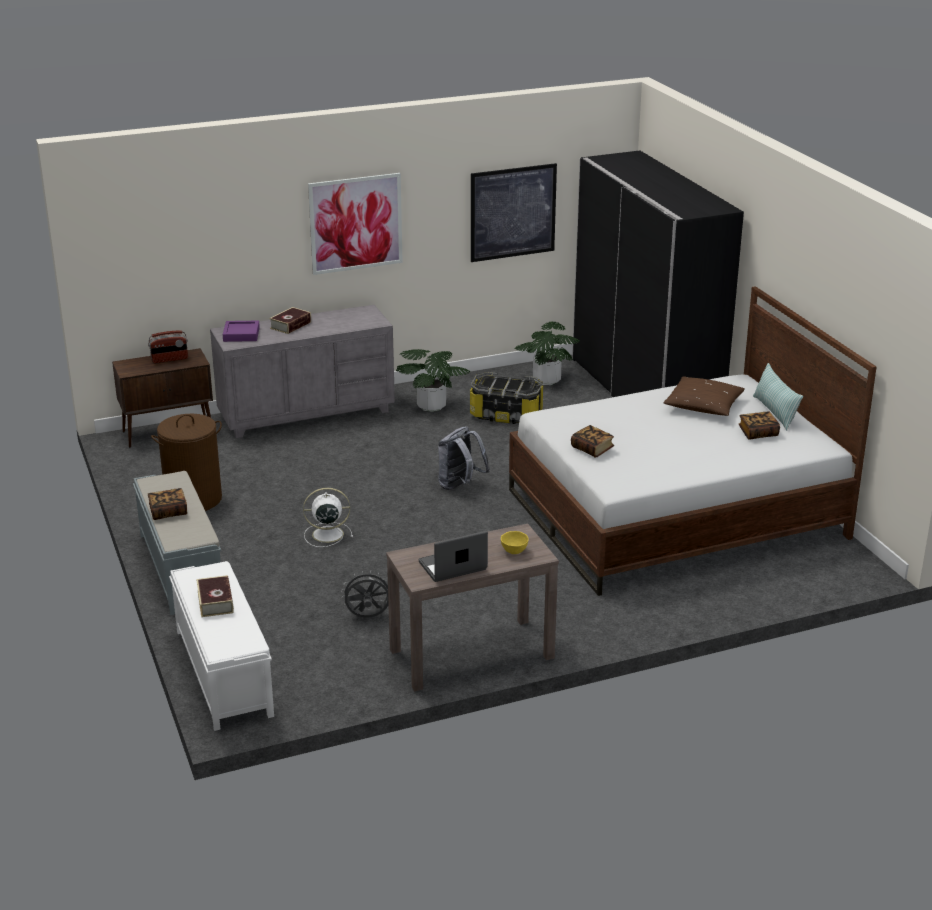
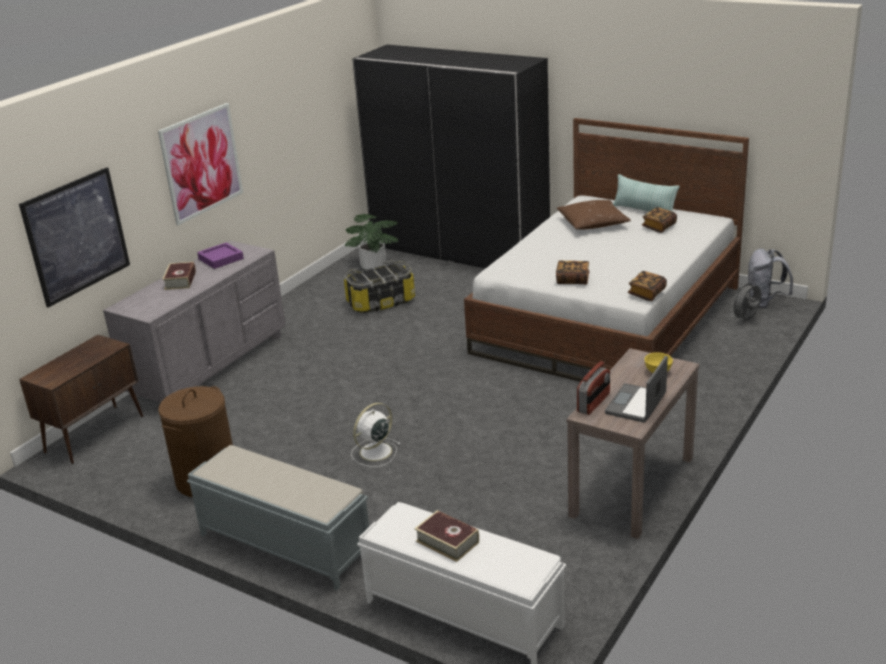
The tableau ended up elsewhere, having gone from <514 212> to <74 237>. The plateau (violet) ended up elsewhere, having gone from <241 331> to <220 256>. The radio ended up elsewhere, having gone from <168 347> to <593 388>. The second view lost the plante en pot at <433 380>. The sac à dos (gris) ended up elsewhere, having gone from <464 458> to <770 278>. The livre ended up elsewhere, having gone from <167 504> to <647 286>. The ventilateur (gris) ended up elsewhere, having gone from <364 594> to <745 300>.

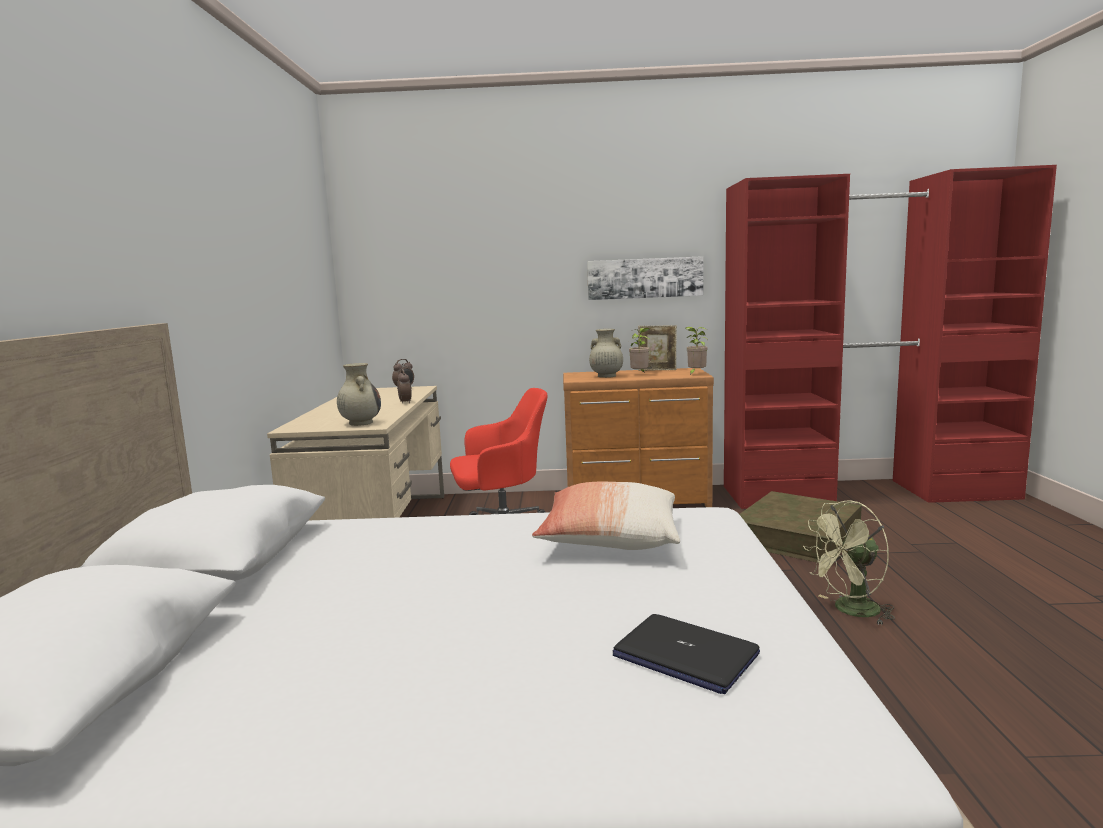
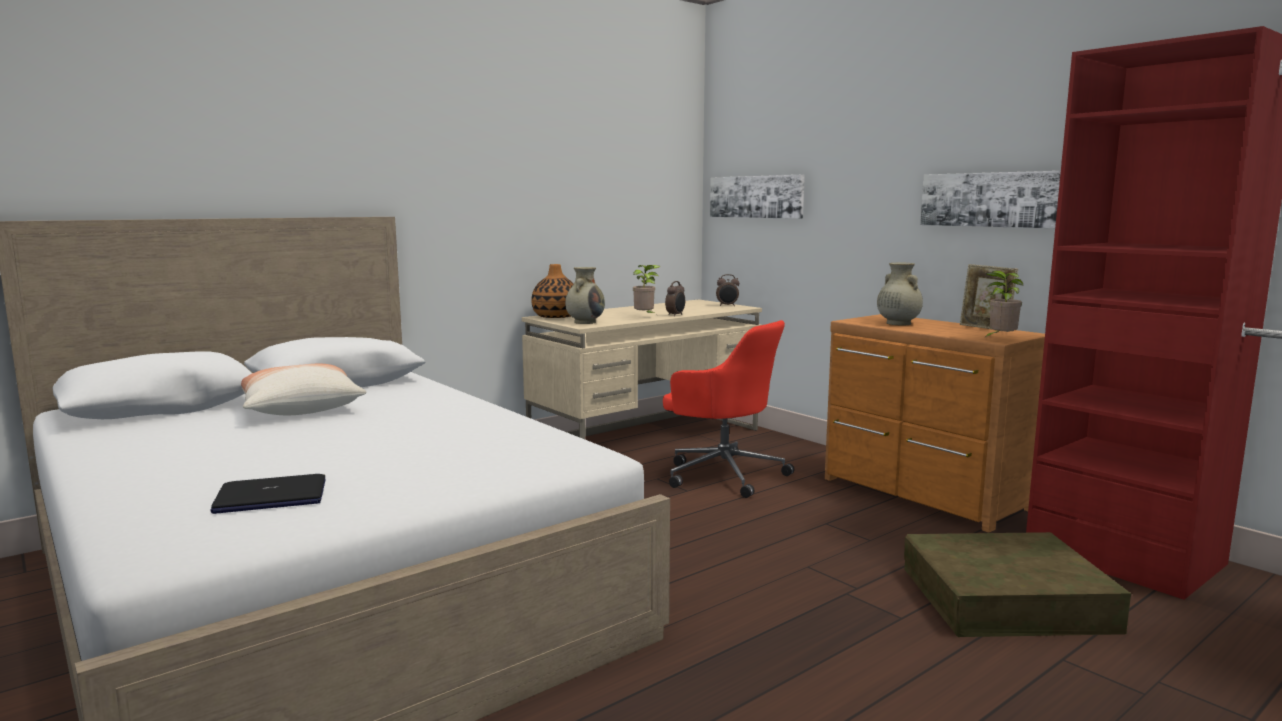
The plante en pot ended up elsewhere, having gone from <639 350> to <646 289>. The coussin ended up elsewhere, having gone from <606 516> to <303 389>. The second view lost the ventilateur (vert) at <849 562>. The ordinateur portable at <686 654> ended up facing another way, 105 degrees counterclockwise from before. The second view gained the tableau at <757 197>. The second view gained the vase at <552 291>.

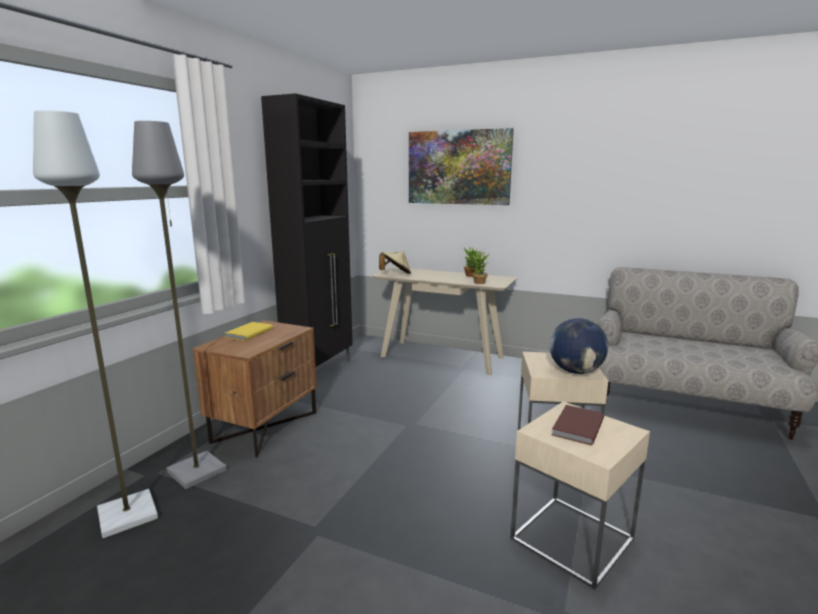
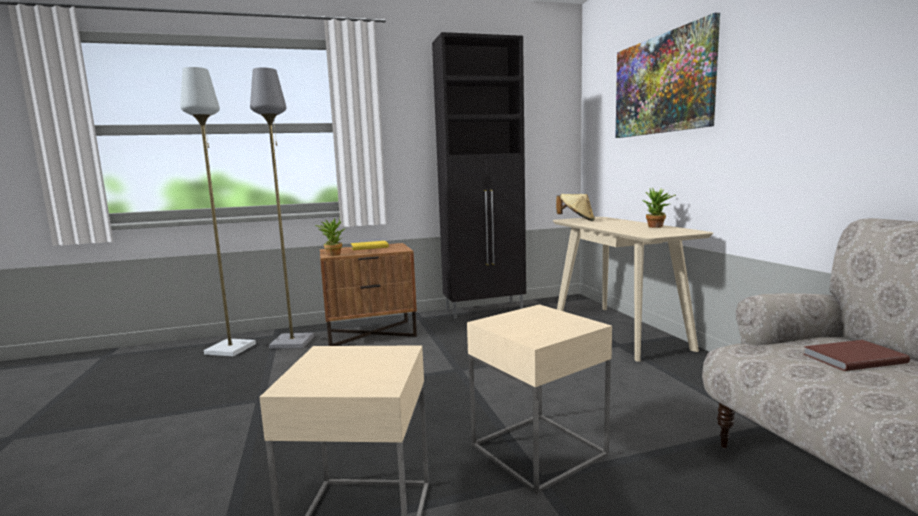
The plante en pot ended up elsewhere, having gone from <477 267> to <330 236>. The second view lost the globe at <578 346>. The livre (marron) ended up elsewhere, having gone from <578 425> to <857 355>.

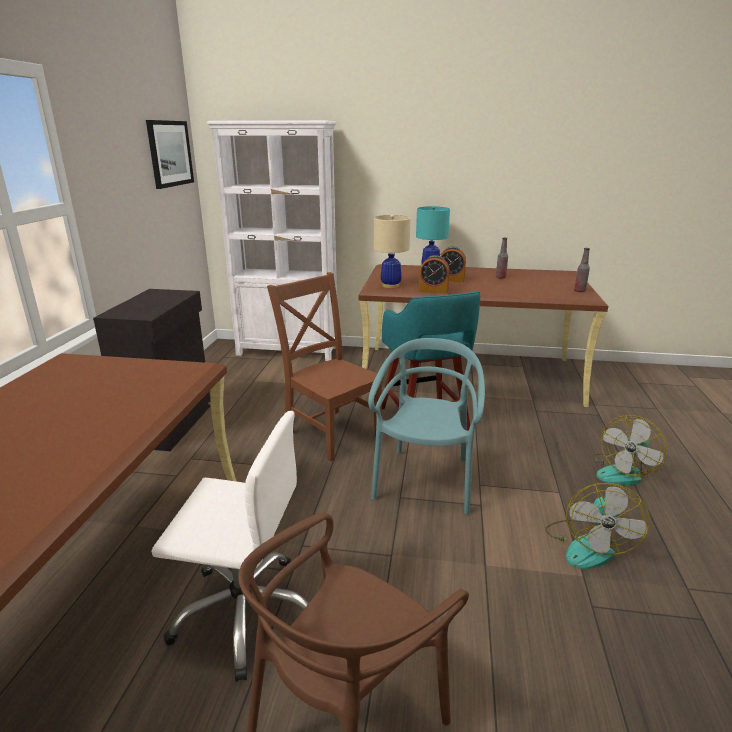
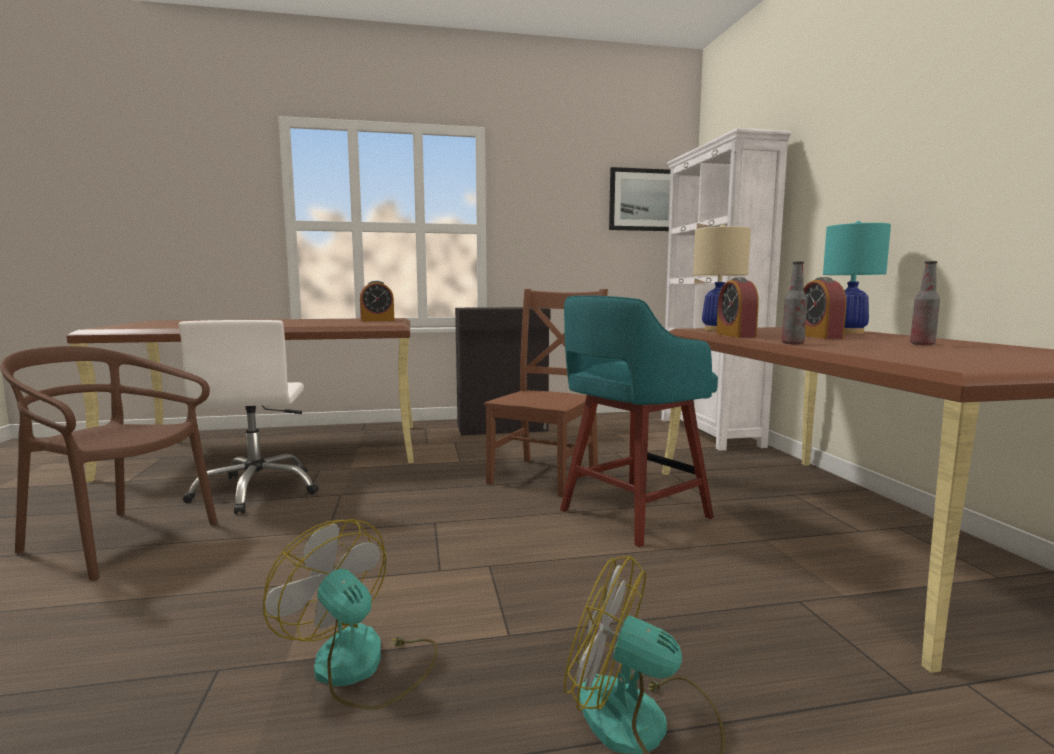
The bouteille ended up elsewhere, having gone from <582 270> to <794 302>. The second view lost the chaise (turquoise) at <426 426>. The ventilateur at <597 526> ended up facing another way, 45 degrees clockwise from before. The second view gained the réveil at <377 301>.

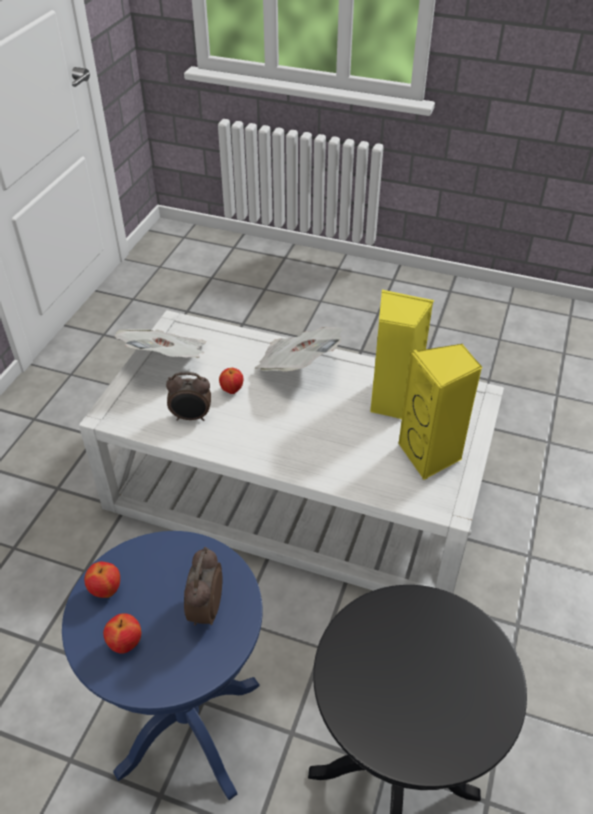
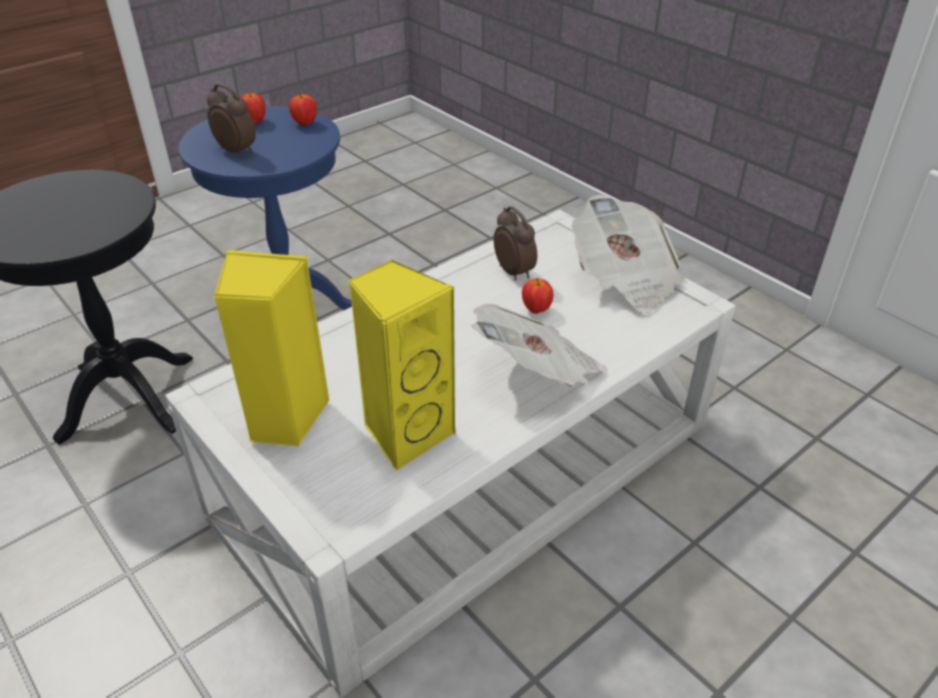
The réveil at <188 396> ended up facing another way, 120 degrees clockwise from before.

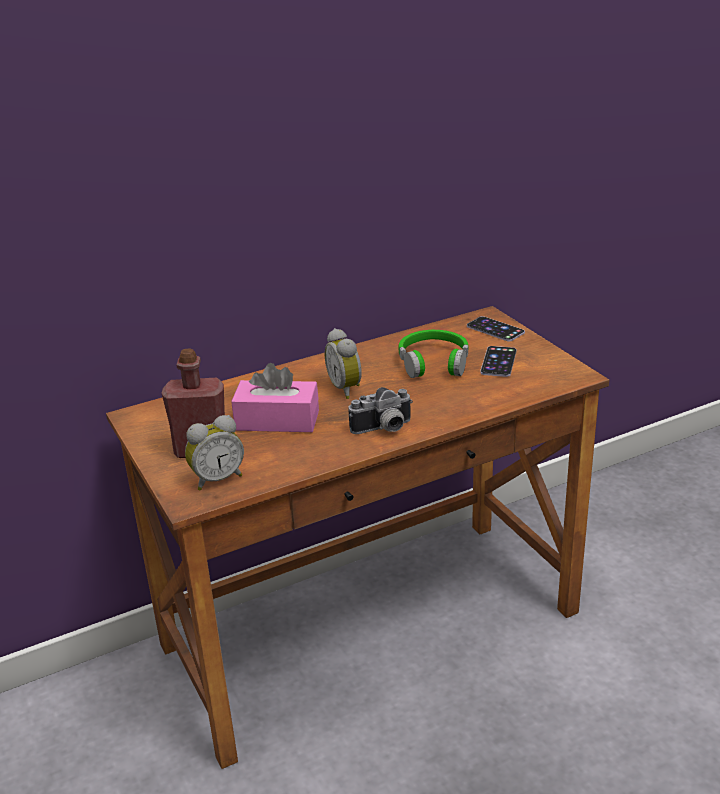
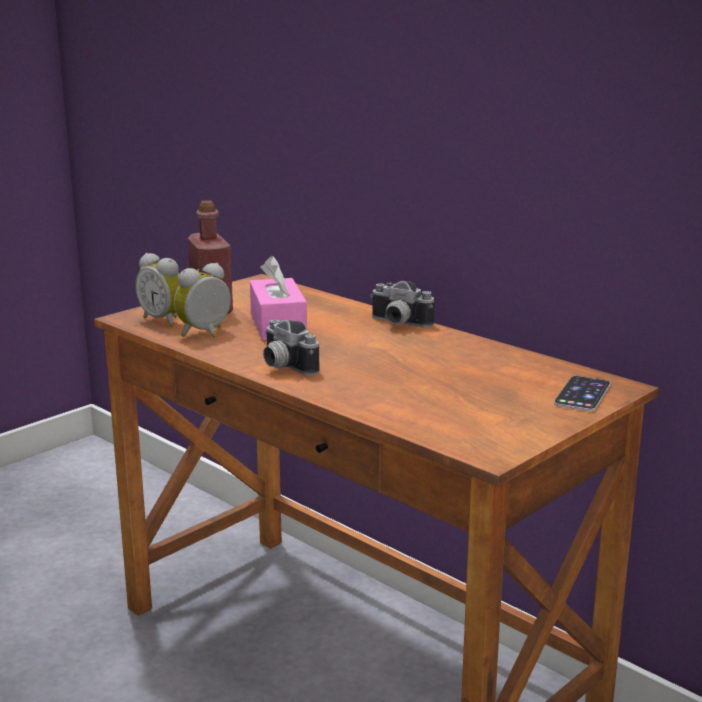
The réveil ended up elsewhere, having gone from <343 363> to <202 300>. The second view lost the casque audio (vert) at <433 354>. The second view lost the téléphone at <498 361>. The second view gained the appareil photo at <402 304>.

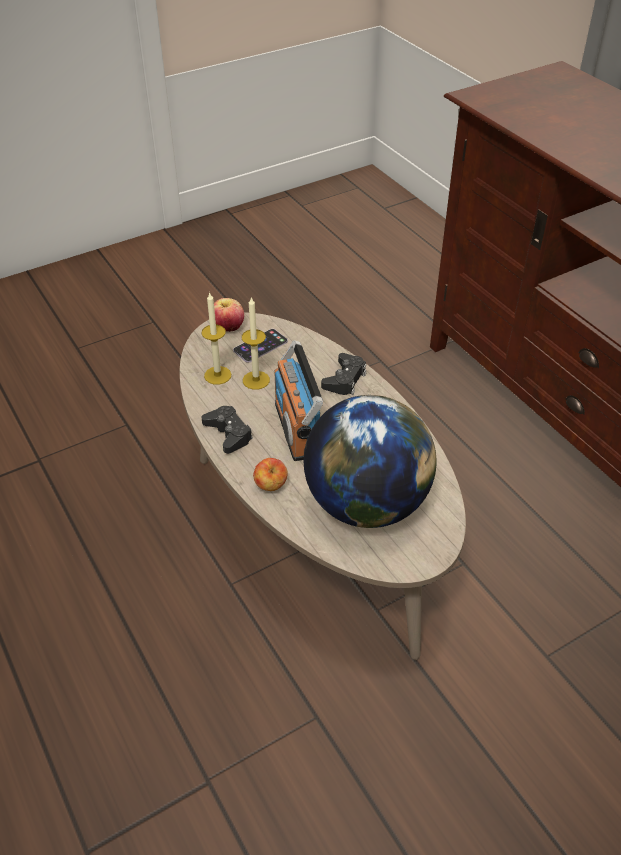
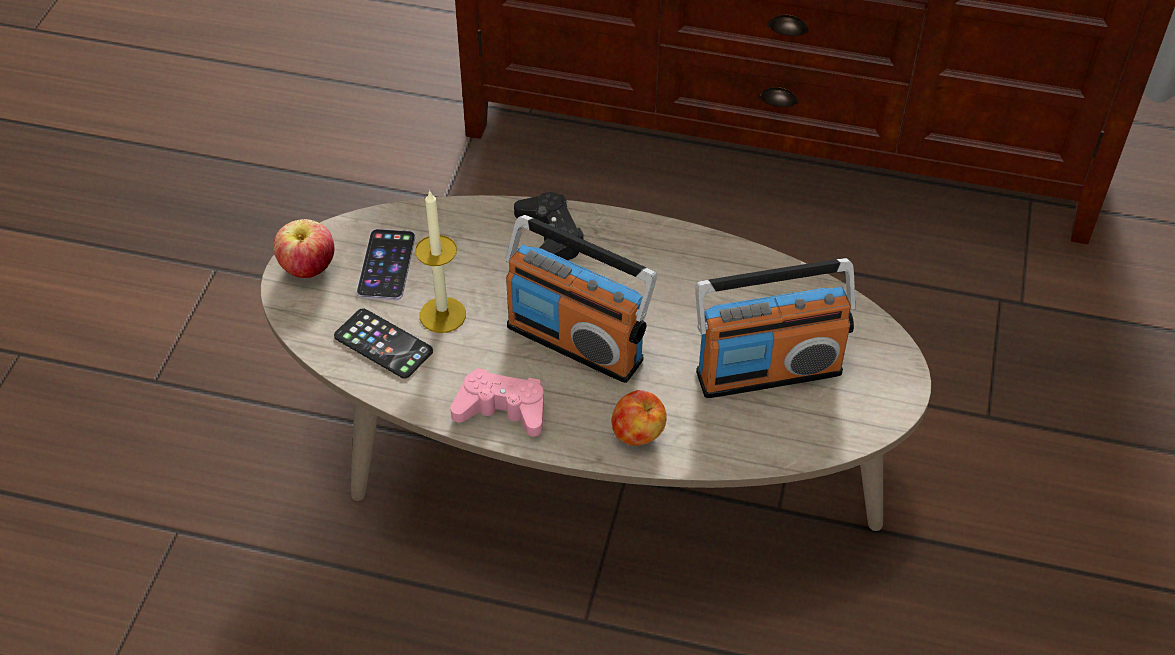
Where the bougie stood at <216 338>, the téléphone came to stand at <383 343>. Where the globe stood at <370 461>, the radio came to stand at <775 328>. What was the manette (noir) at <227 430> turned into the manette (rose) at <497 402>.

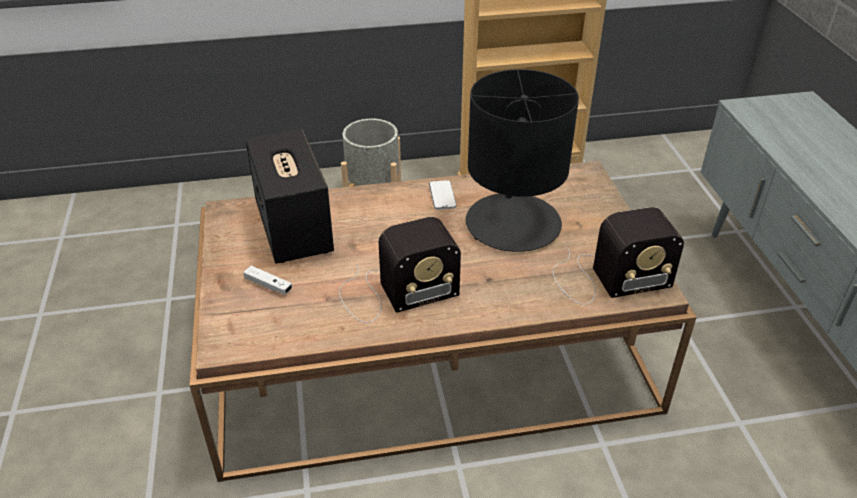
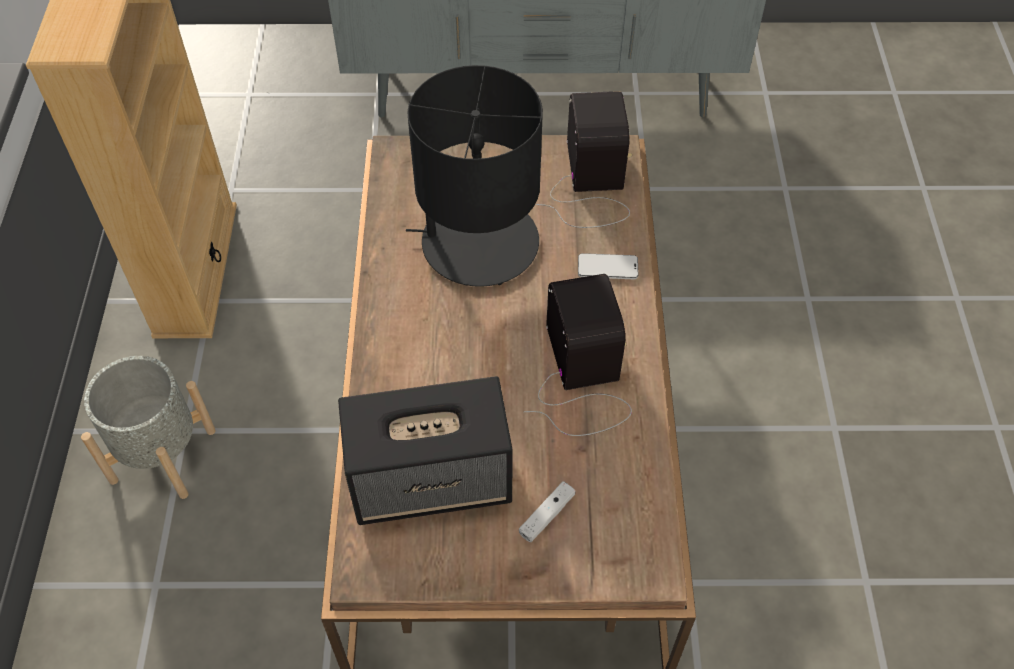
The téléphone ended up elsewhere, having gone from <442 195> to <608 266>.

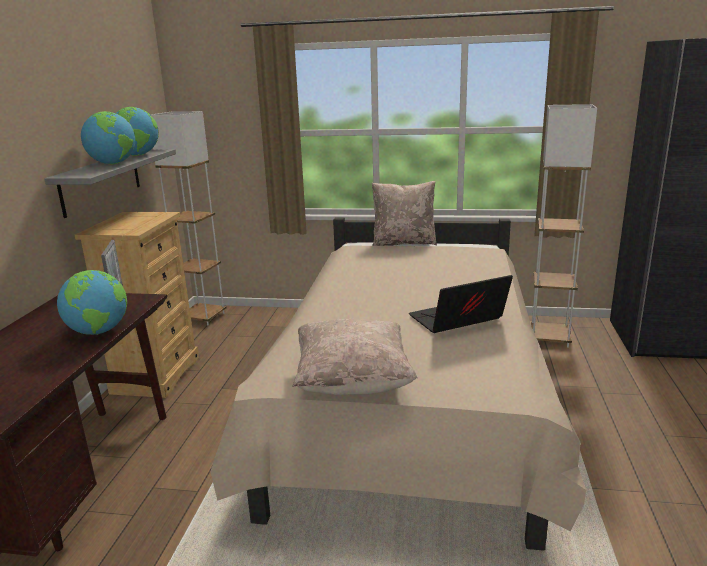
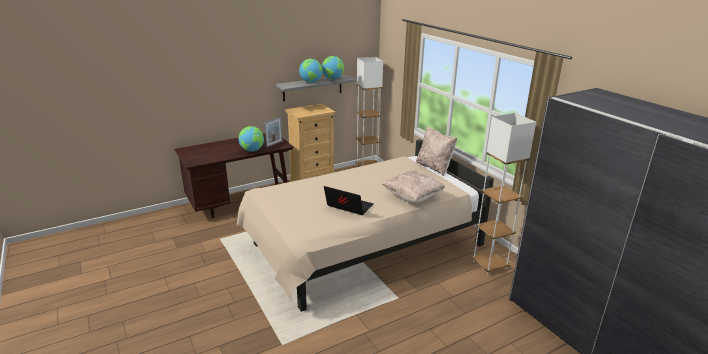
The coussin (beige) ended up elsewhere, having gone from <355 357> to <413 186>.

